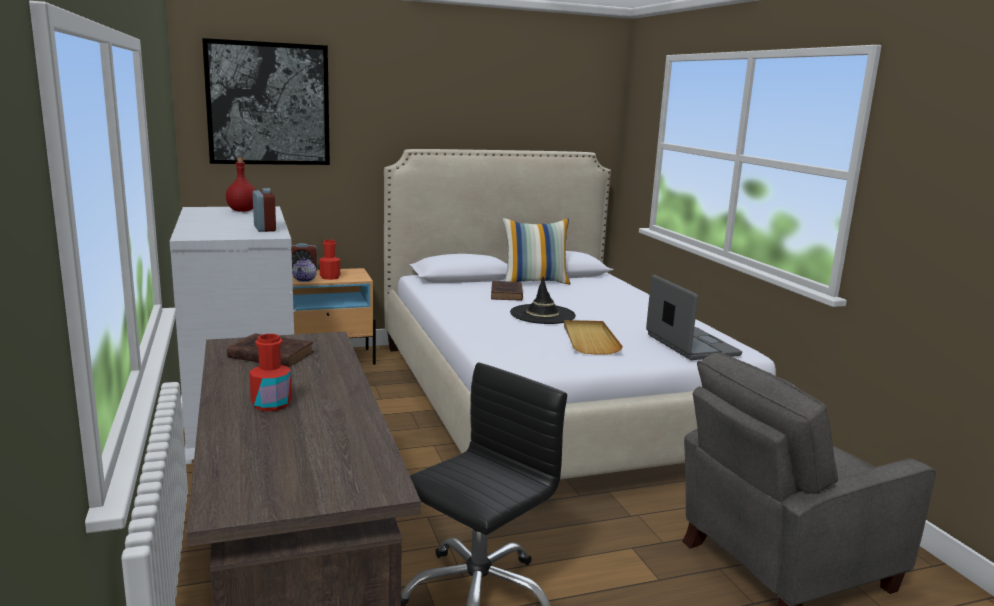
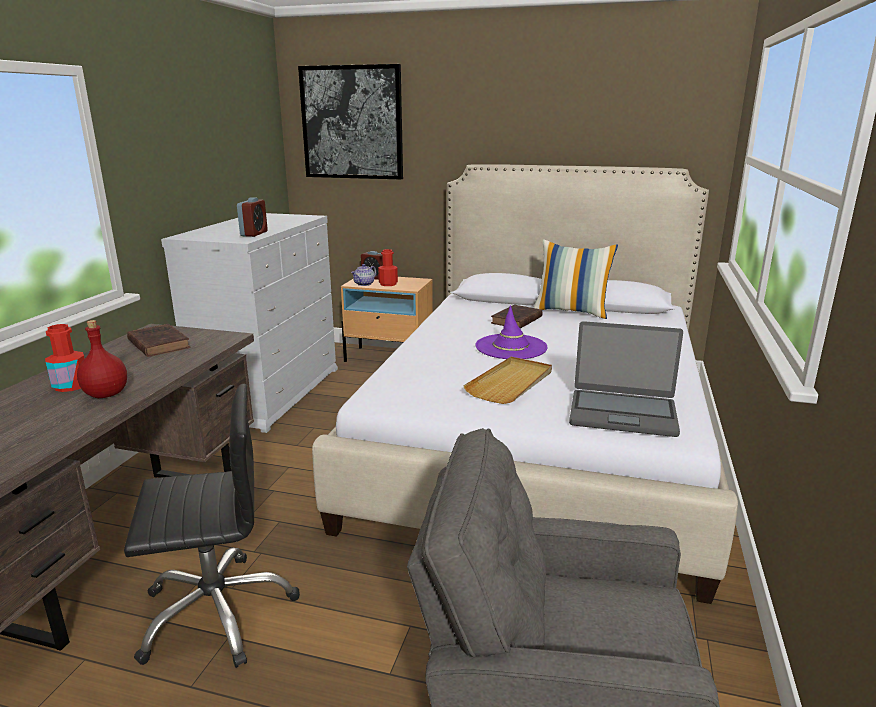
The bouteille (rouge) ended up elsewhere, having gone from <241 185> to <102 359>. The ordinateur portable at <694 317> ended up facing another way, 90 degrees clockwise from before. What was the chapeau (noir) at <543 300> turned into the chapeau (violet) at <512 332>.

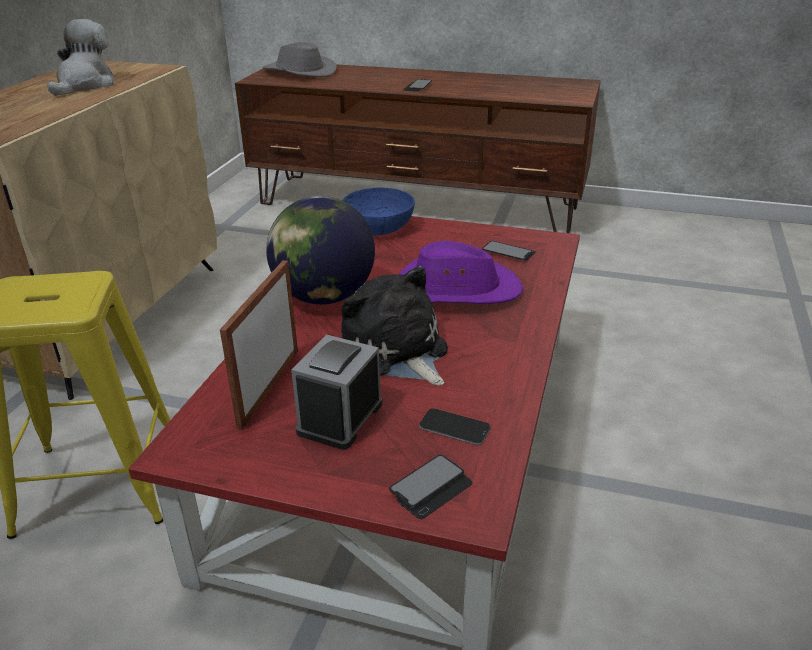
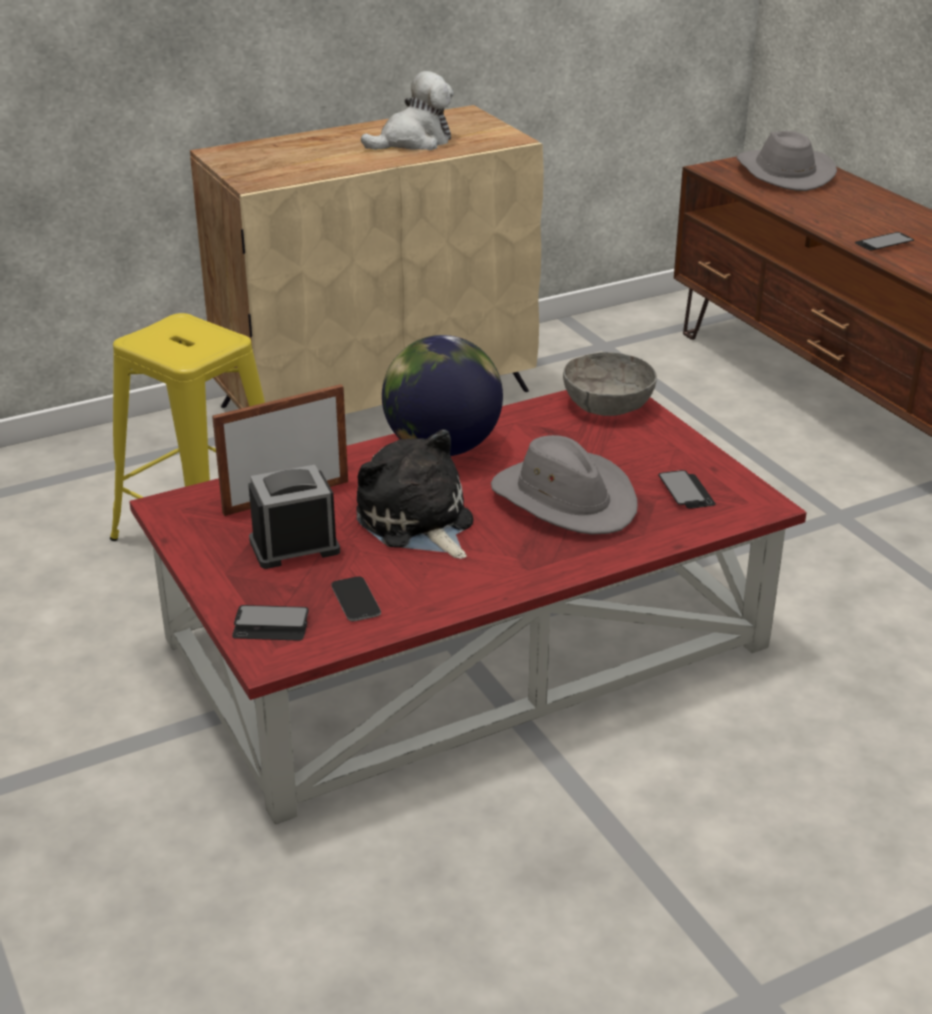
What was the bol (bleu) at <378 211> turned into the bol (gris) at <610 384>. What was the chapeau (violet) at <461 272> turned into the chapeau (gris) at <564 484>. The peluche at <394 326> ended up facing another way, 45 degrees counterclockwise from before.

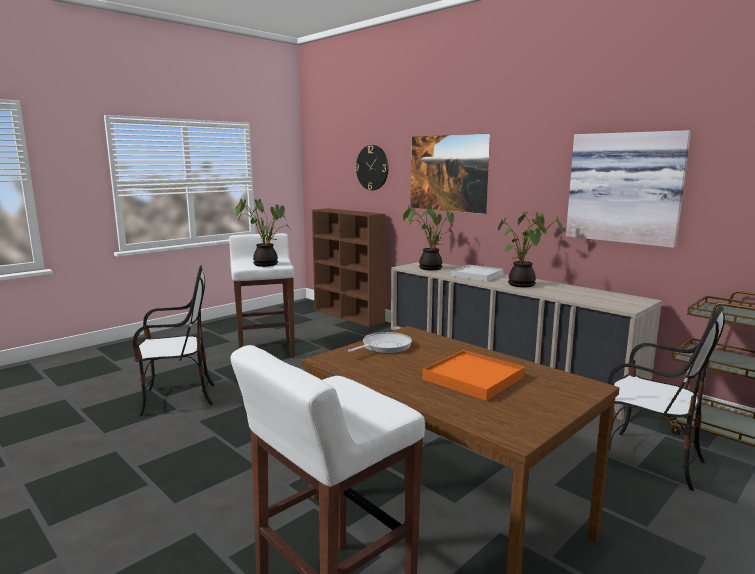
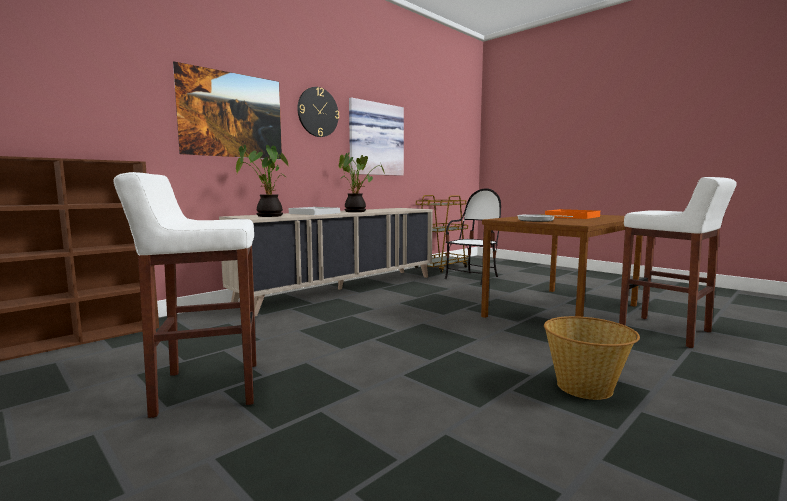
The horloge murale ended up elsewhere, having gone from <372 167> to <318 112>. The second view lost the plante en pot at <262 233>. The second view lost the chaise at <173 340>. The second view gained the panier at <592 358>.

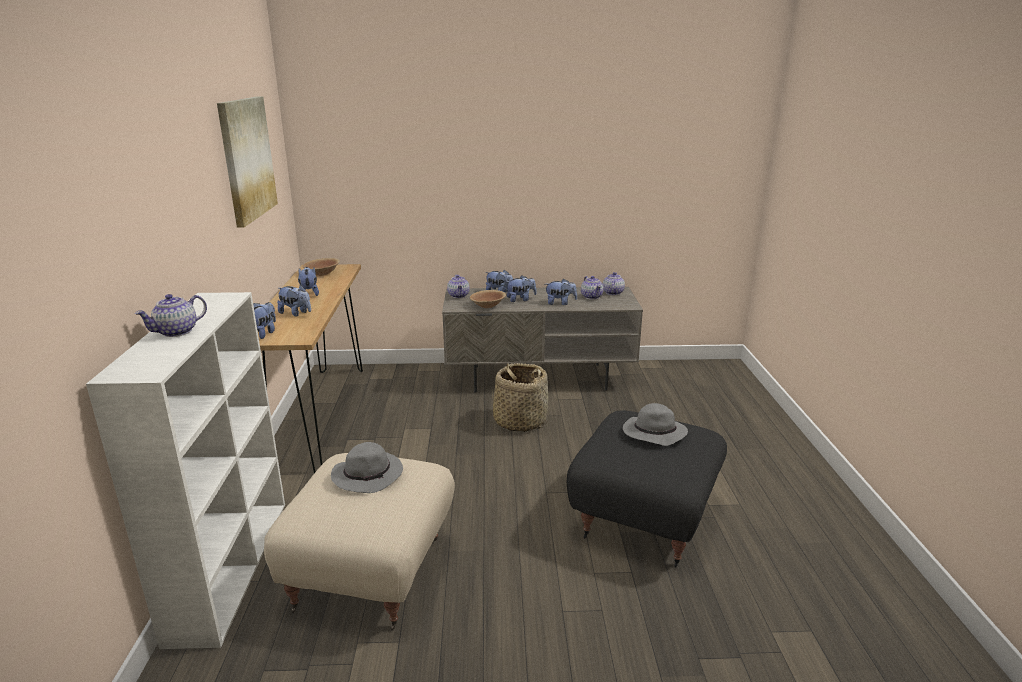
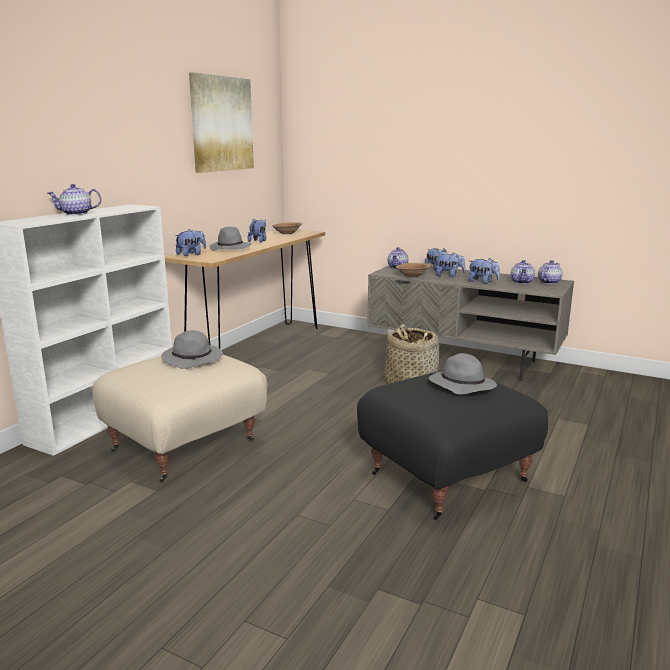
Where the peluche stood at <294 301>, the chapeau (gris) came to stand at <230 239>.

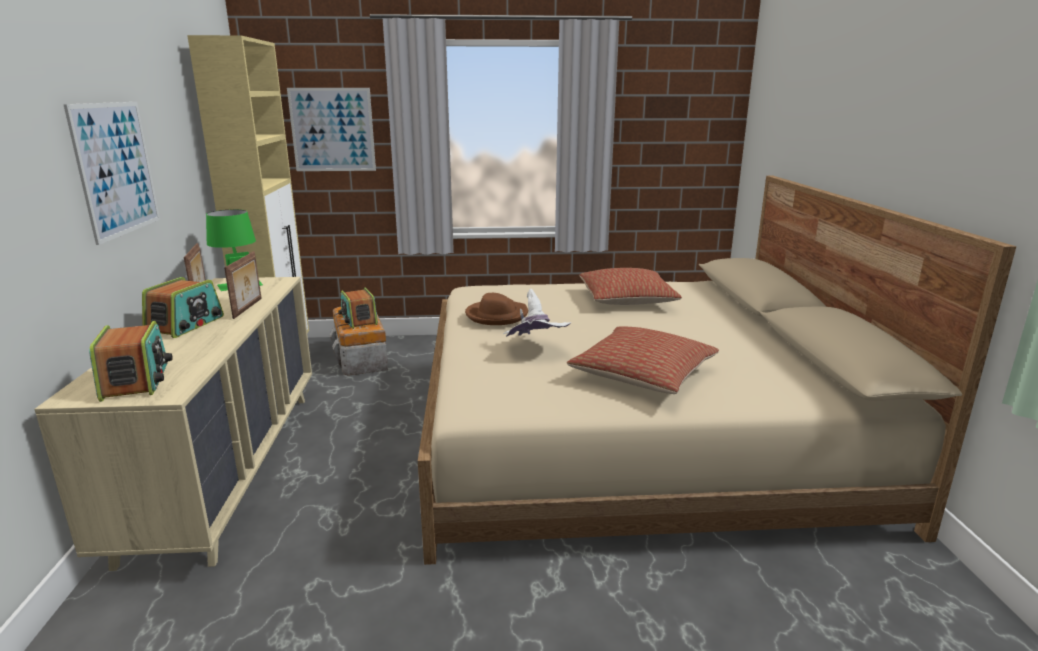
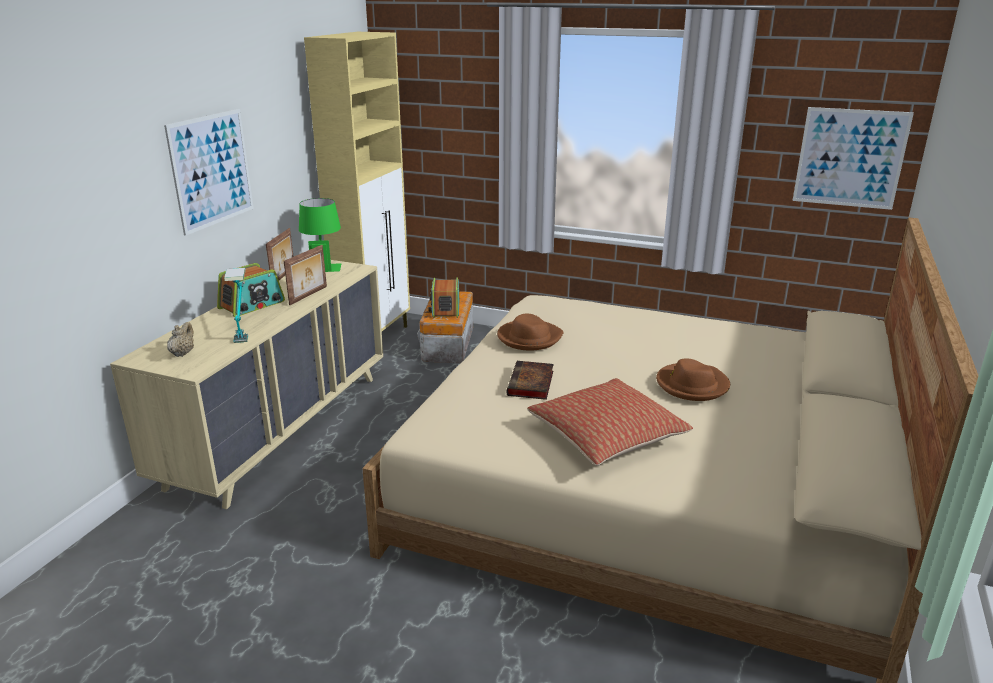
The tableau ended up elsewhere, having gone from <331 129> to <853 158>. The second view lost the coussin at <630 286>. Where the chapeau (blanc) stood at <537 313>, the livre came to stand at <530 380>. Where the radio stood at <131 361>, the théière (beige) came to stand at <180 339>. The second view gained the lampe de table at <236 305>. The second view gained the chapeau (marron) at <693 379>.

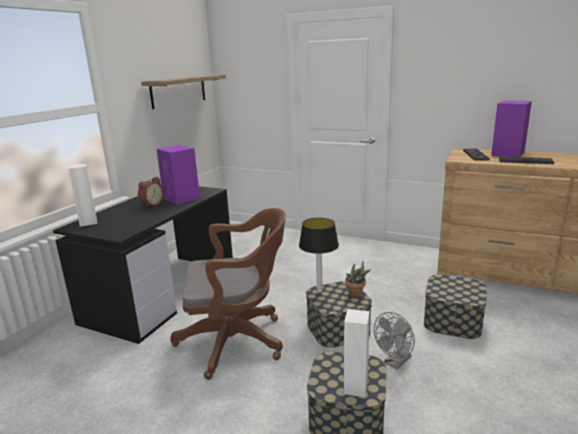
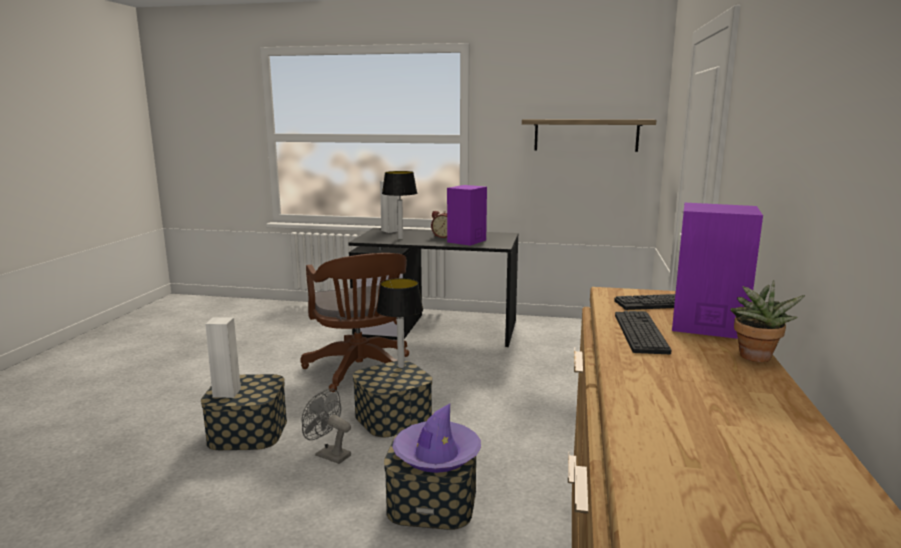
The plante en pot ended up elsewhere, having gone from <358 279> to <767 321>. The second view gained the lampe de table at <399 205>. The second view gained the chapeau (violet) at <436 438>.

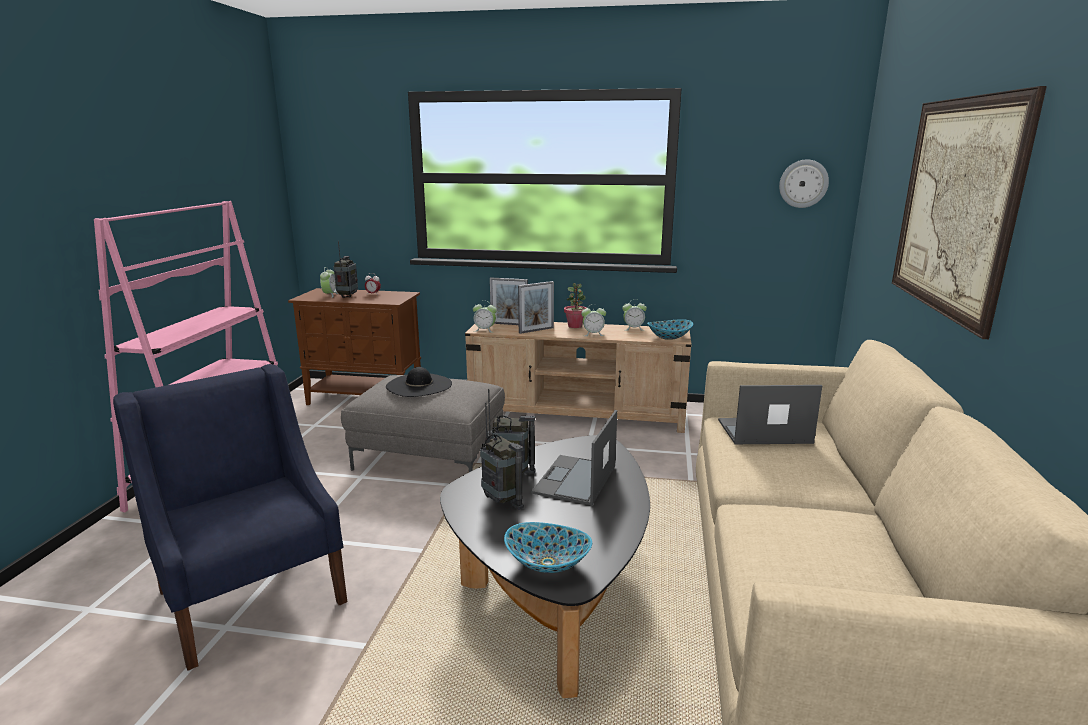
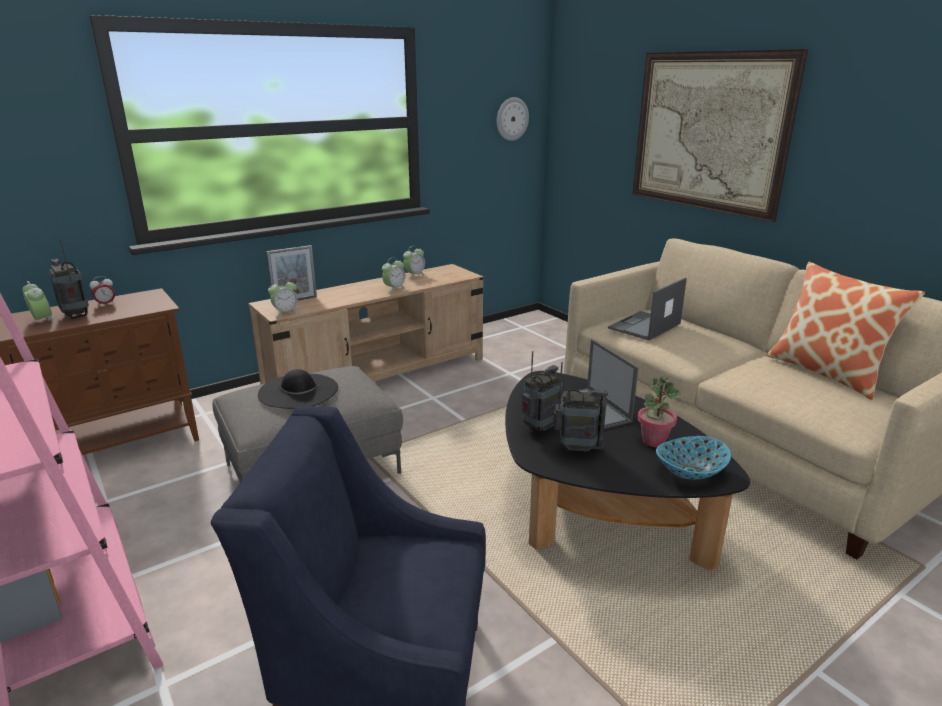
The second view lost the cadre photo at <536 307>. The plante en pot ended up elsewhere, having gone from <575 305> to <659 411>. The second view lost the bol at <670 329>. The second view gained the coussin at <845 331>.

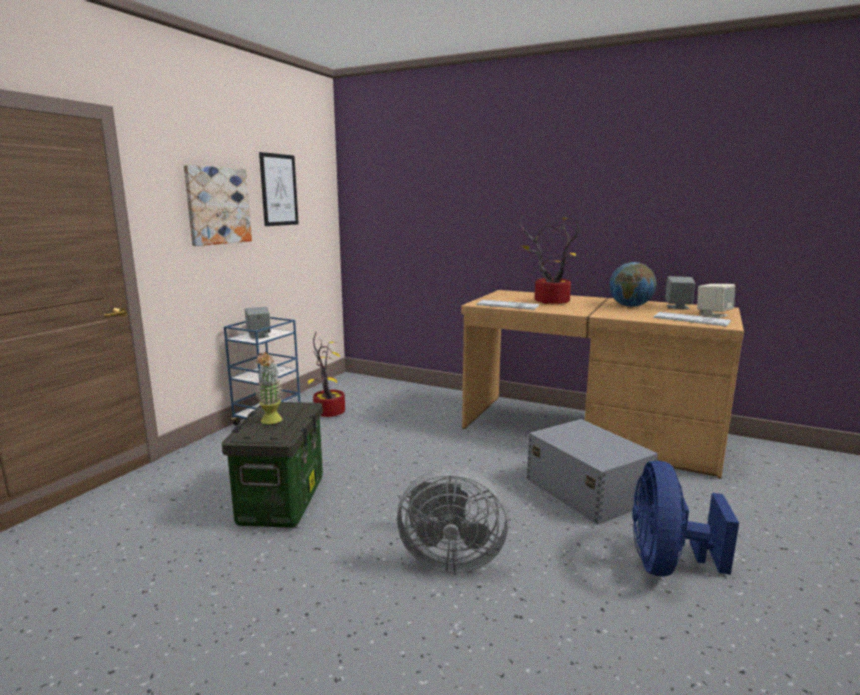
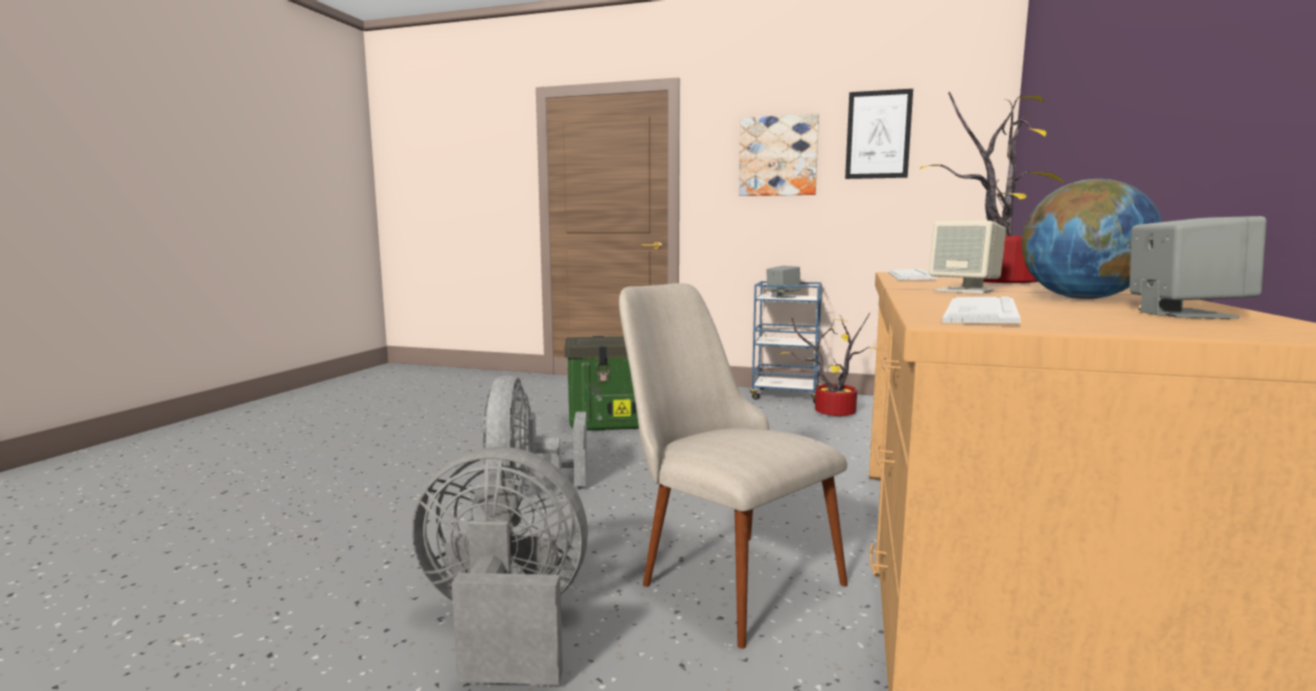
The enceinte (beige) ended up elsewhere, having gone from <716 301> to <967 257>. The second view lost the plante en pot at <269 388>. Where the boîte de rangement (gris) stood at <592 472>, the chaise (beige) came to stand at <733 466>. What was the ventilateur (bleu) at <685 518> turned into the ventilateur (gris) at <500 566>.

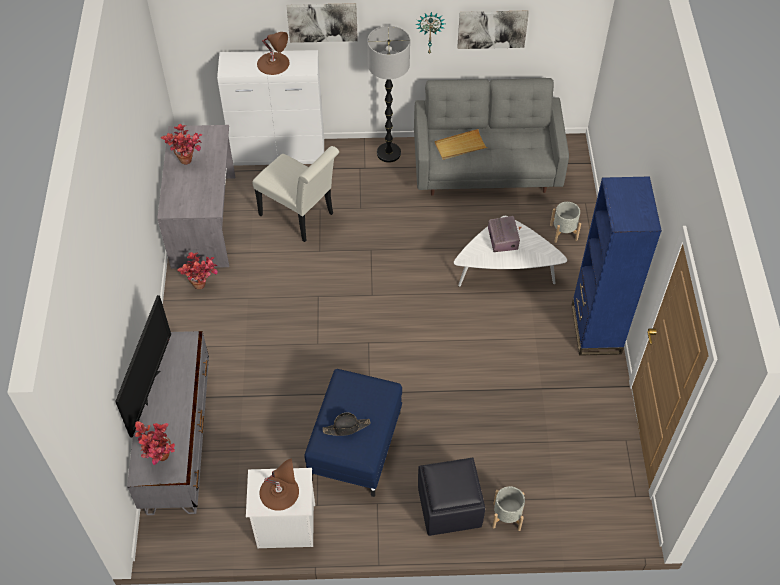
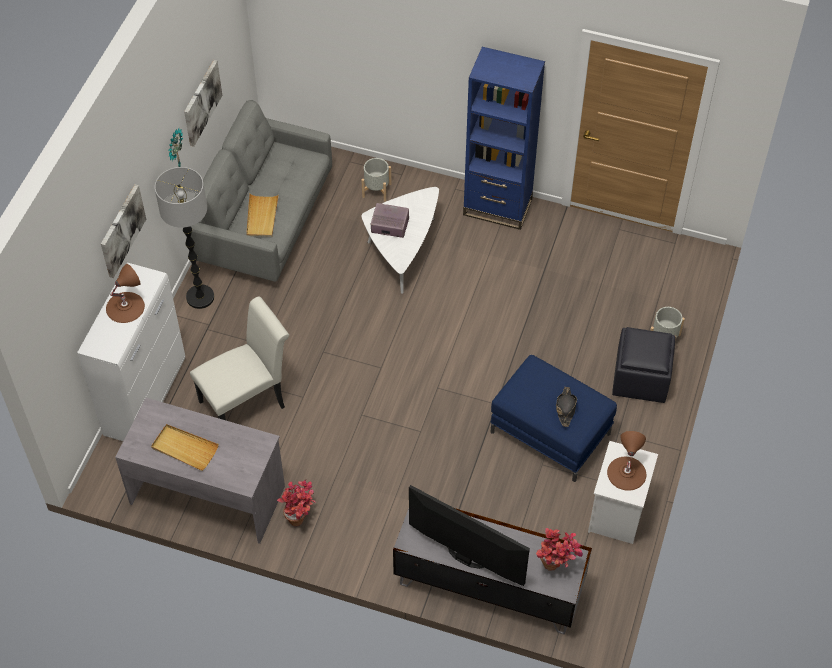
Where the plante en pot stood at <181 144>, the plateau (beige) came to stand at <185 447>.

